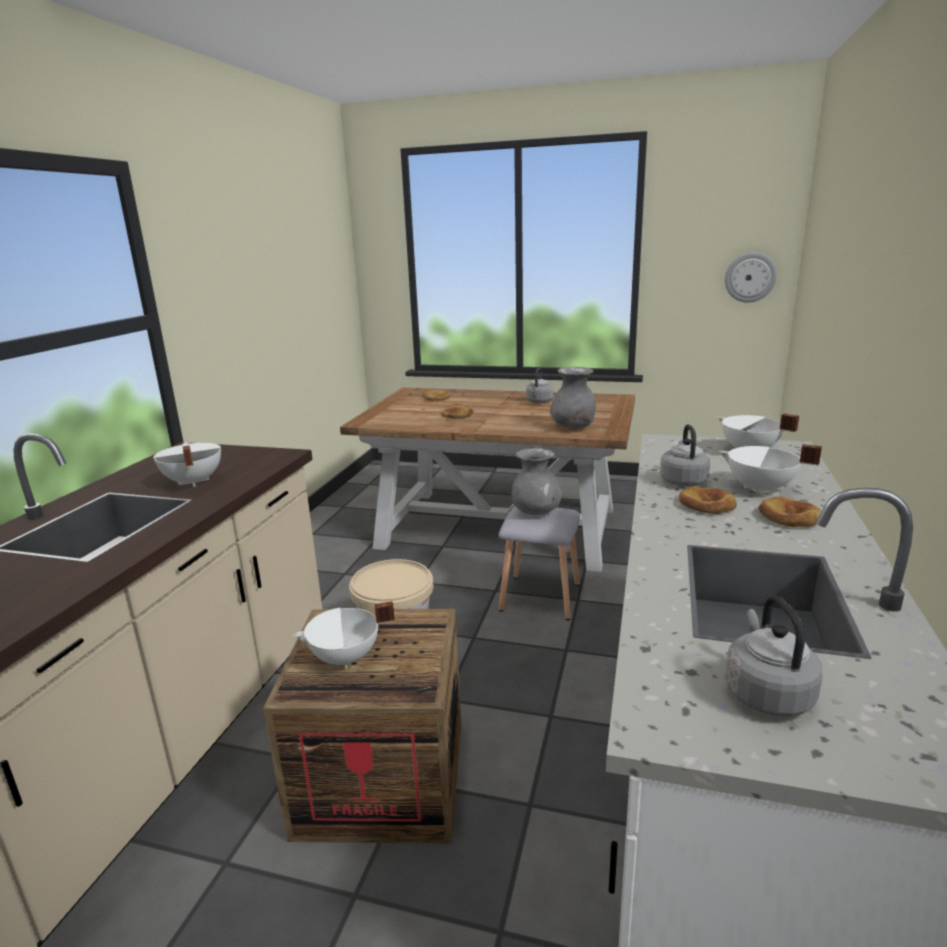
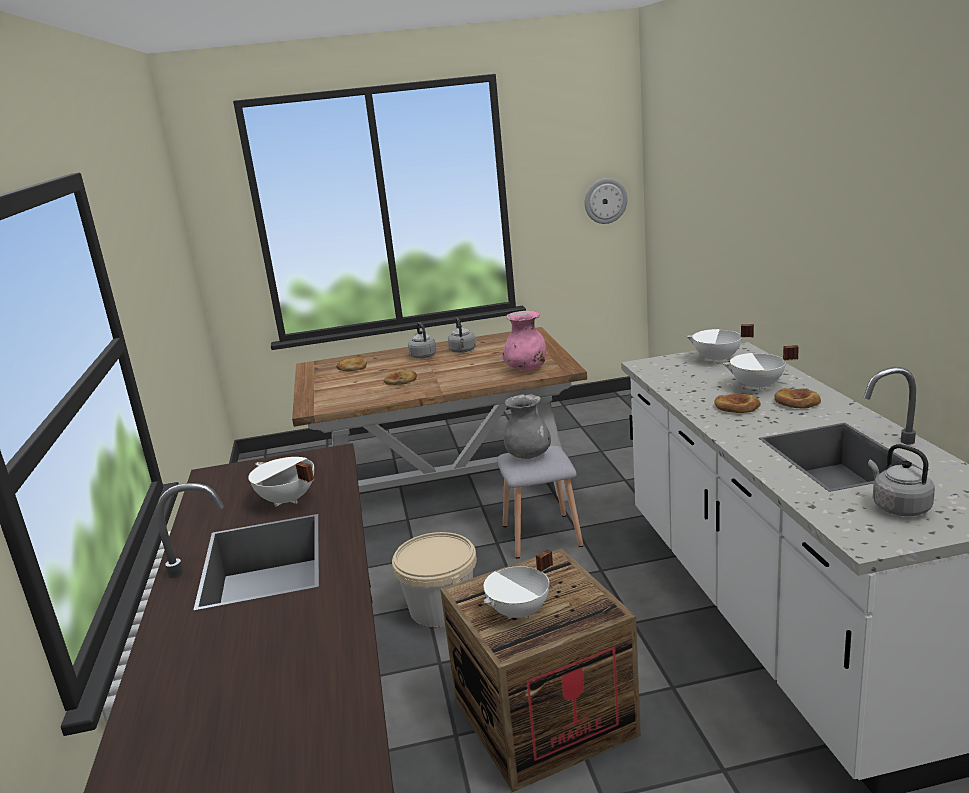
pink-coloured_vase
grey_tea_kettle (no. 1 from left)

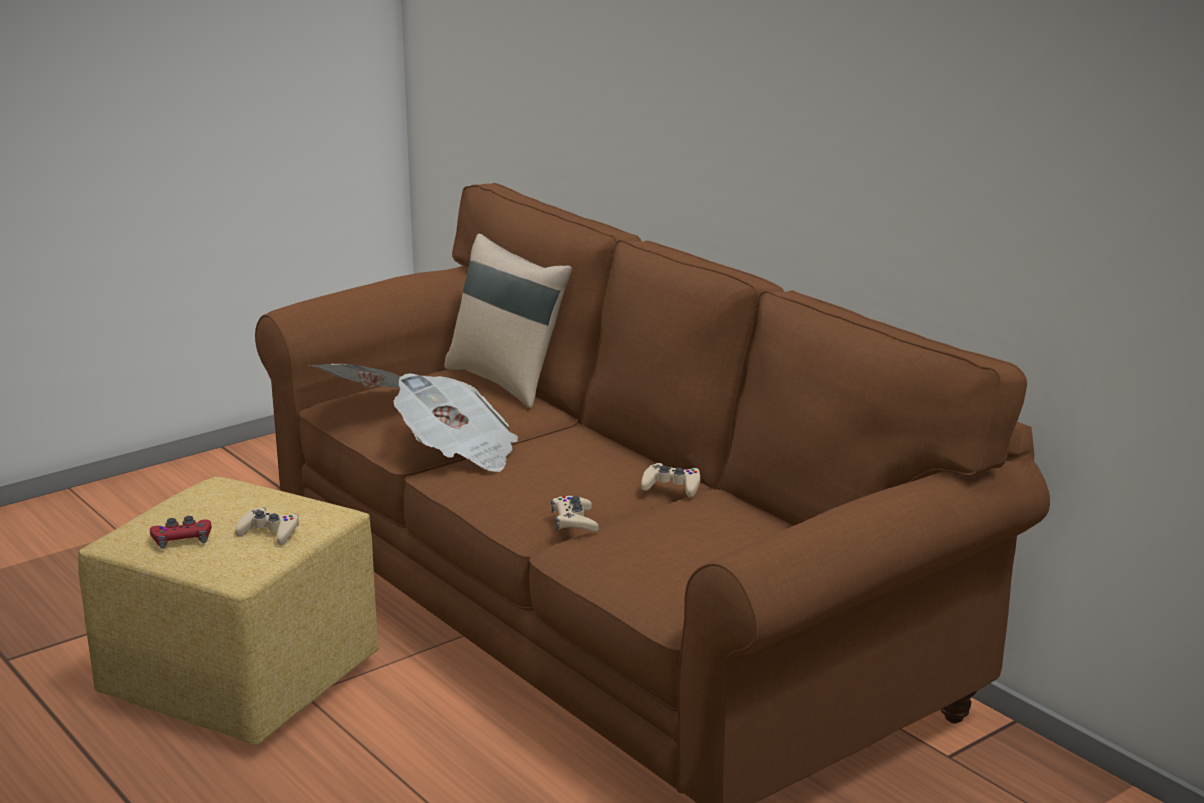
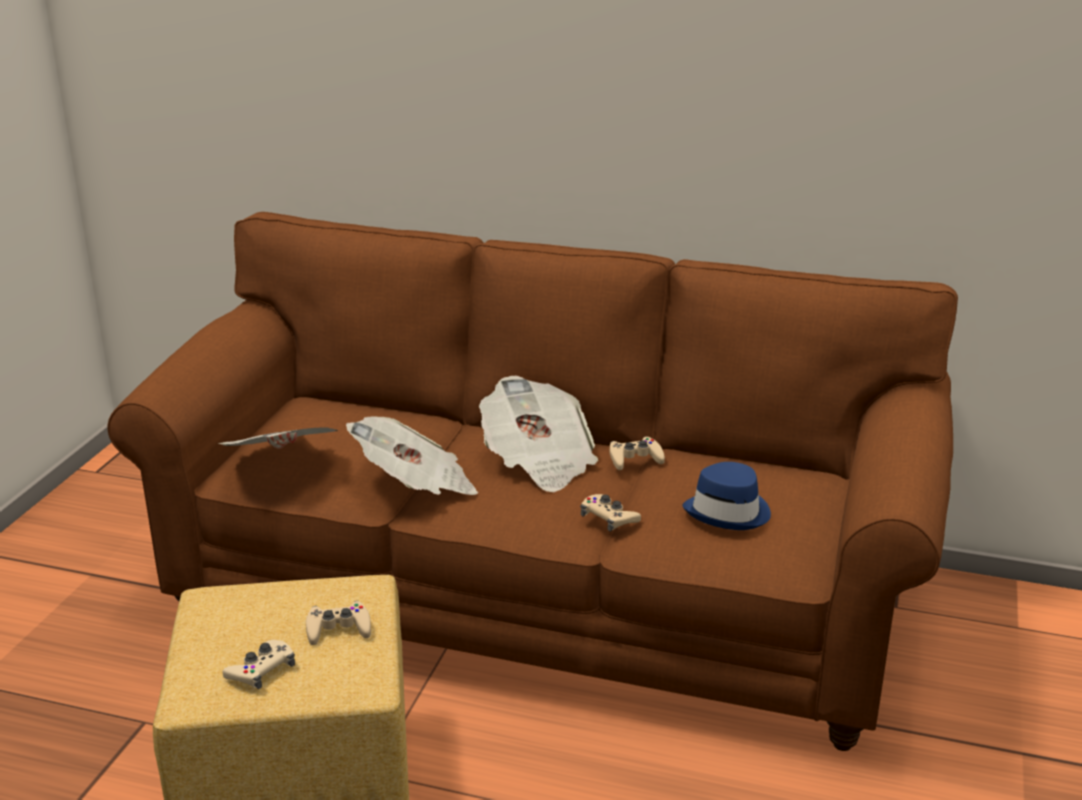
beige-coloured_pillow
beige-coloured_gamepad (no. 1 from left)
daily_paper (no. 3 from left)
blue_wearable_hat

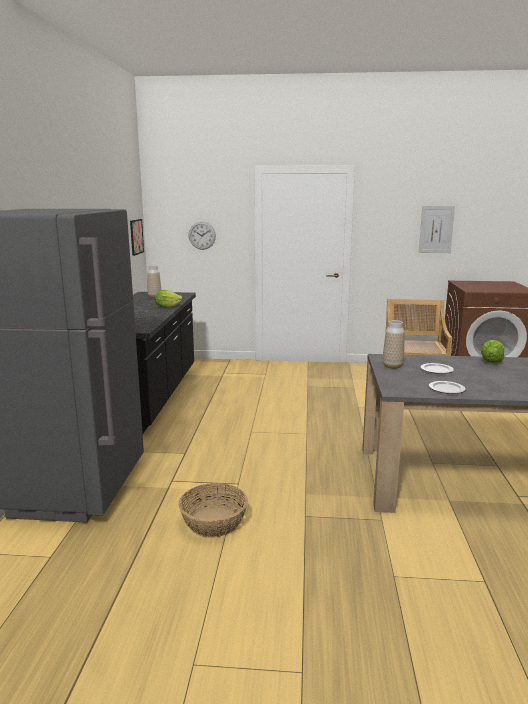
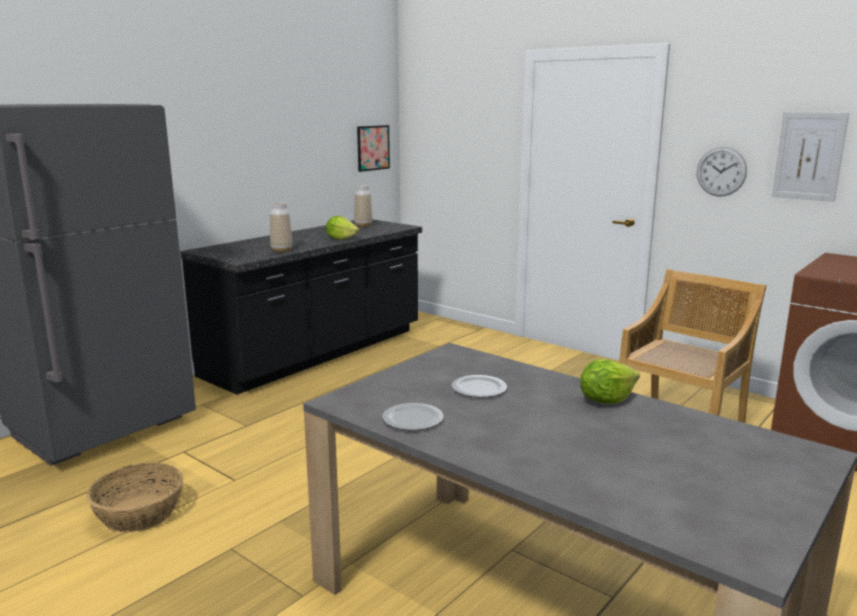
hanging_clock
vase (no. 1 from left)

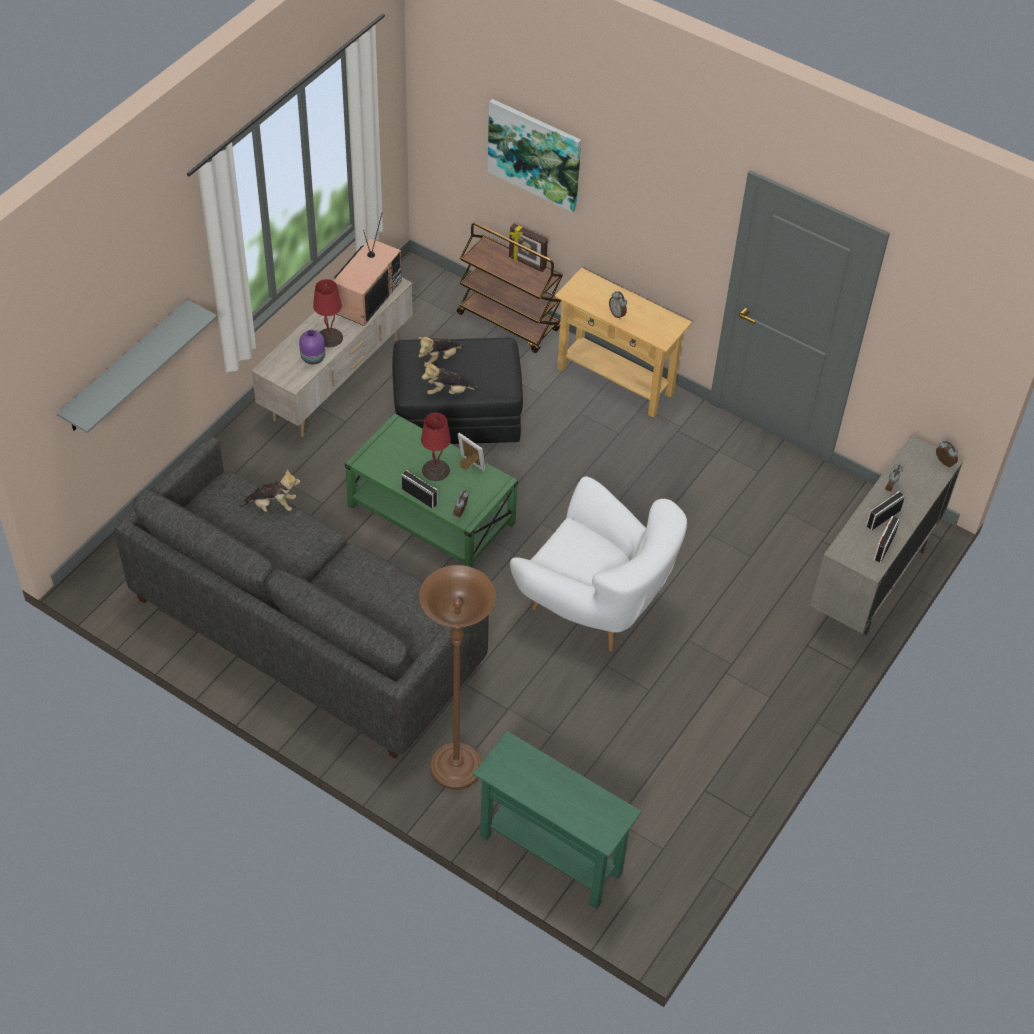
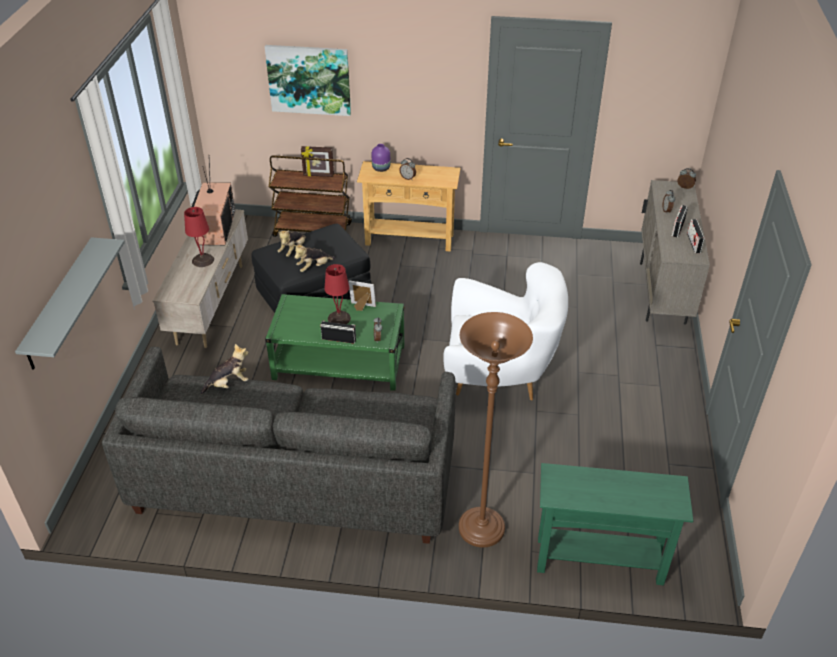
purple_vase

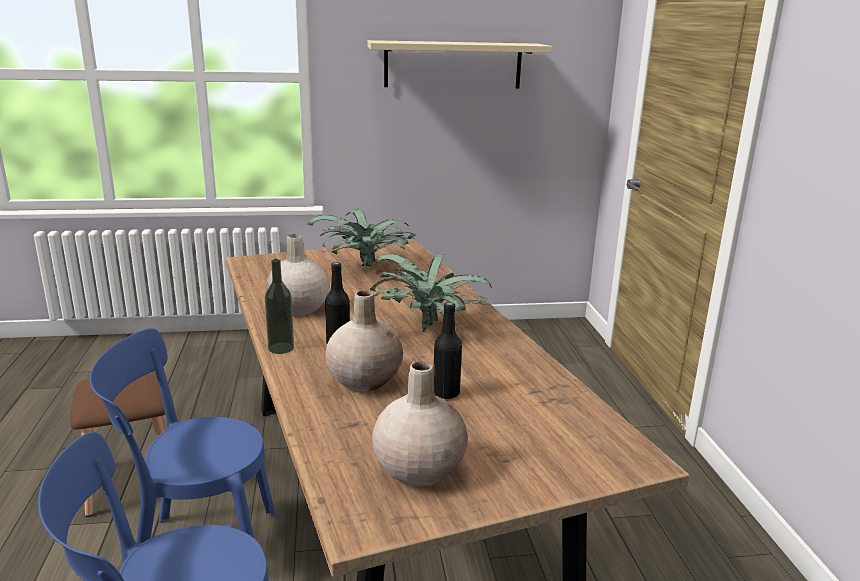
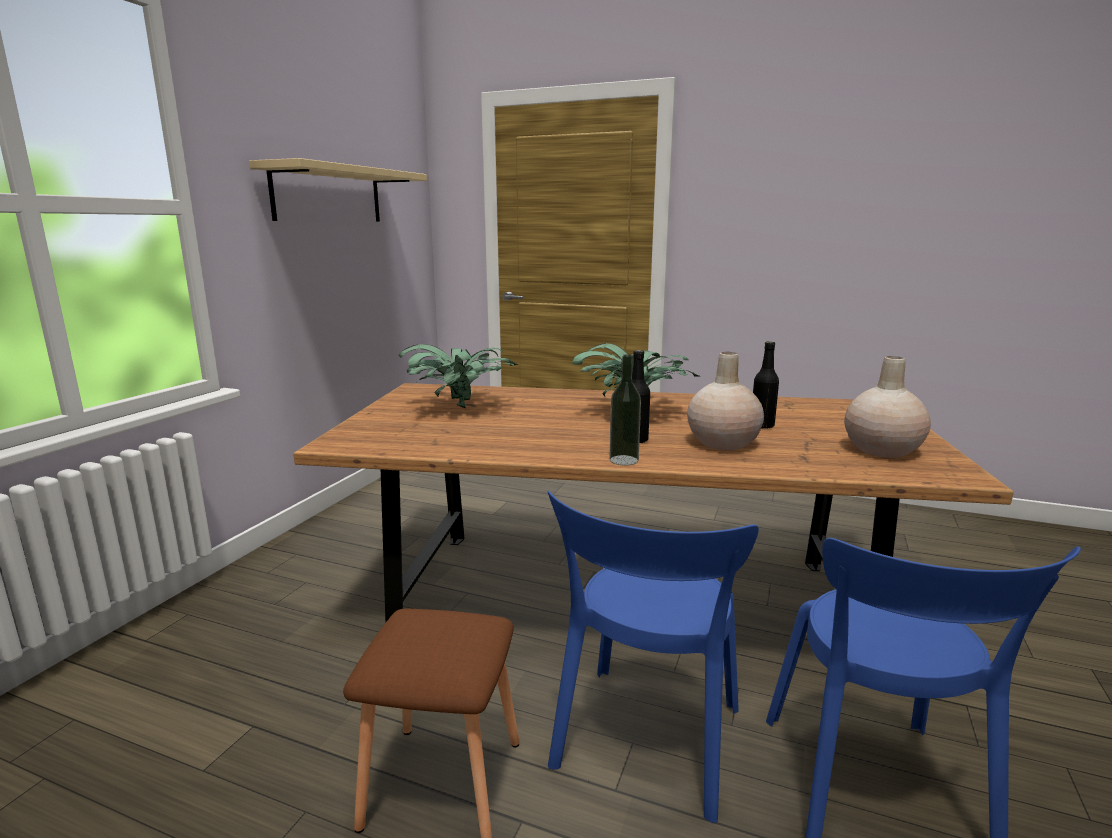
beige-coloured_vase (no. 1 from left in the first image)

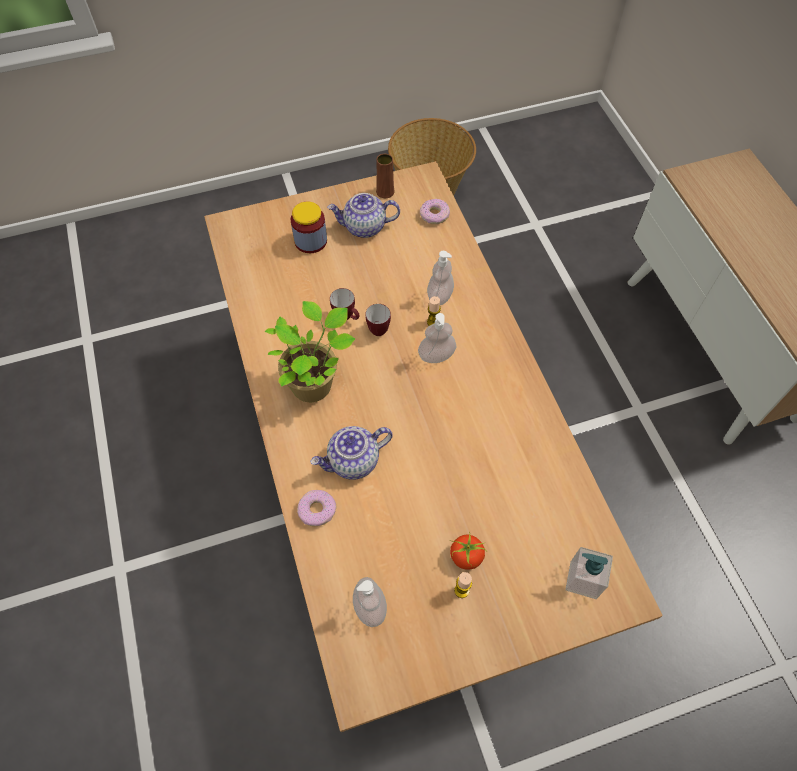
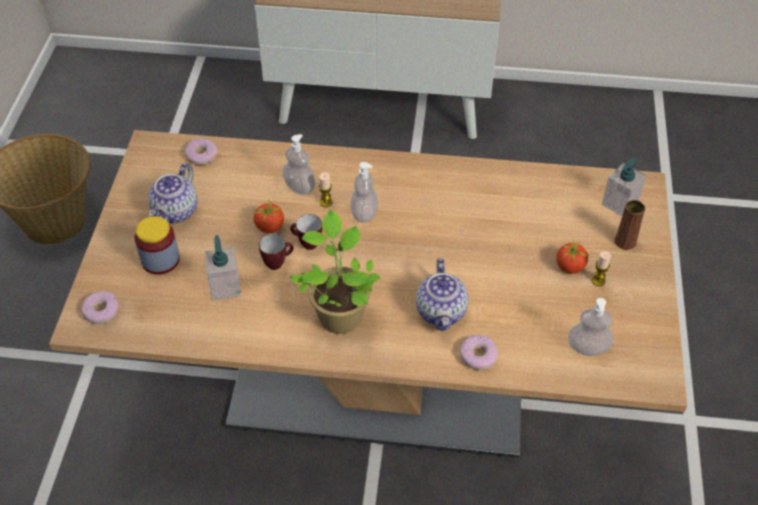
brown_vase
whole_tomato (no. 1 from left)
liquid_soap_bottle (no. 1 from left)
ring_doughnut (no. 1 from left)

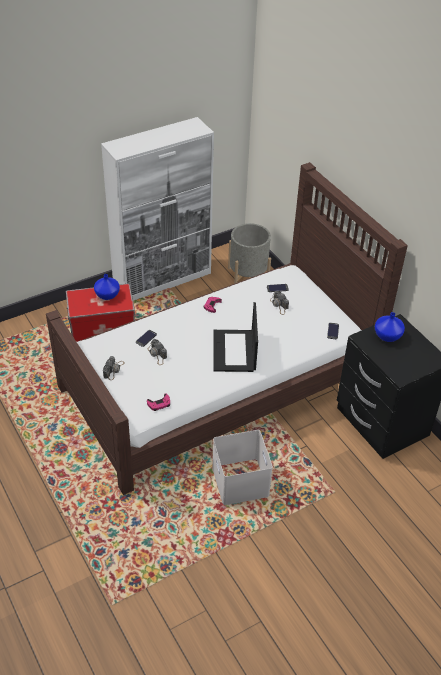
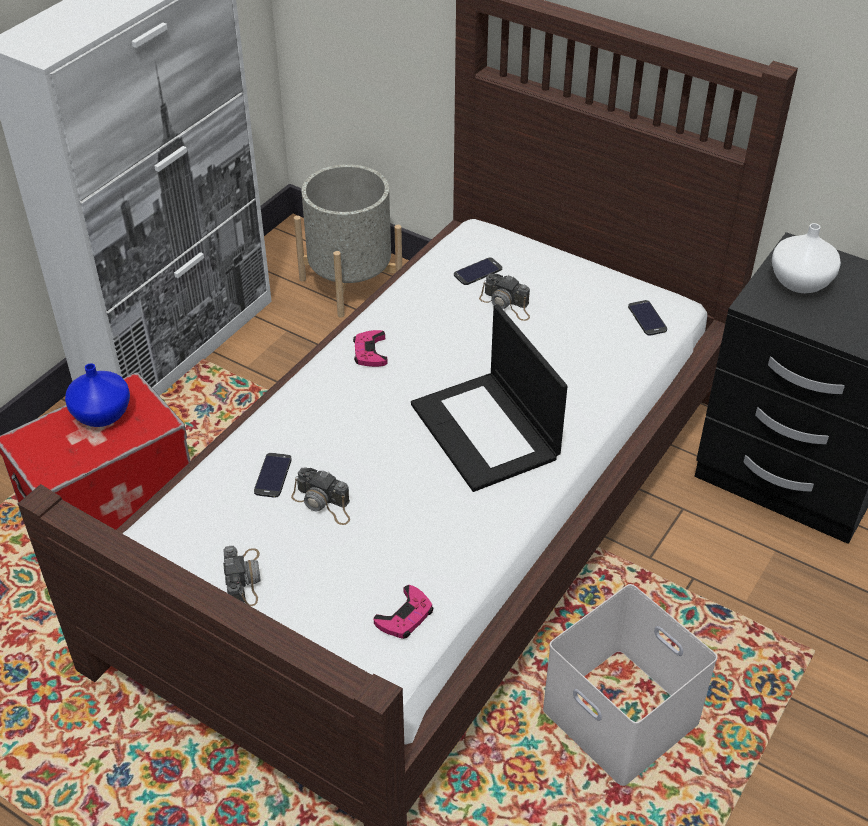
whitish_vase

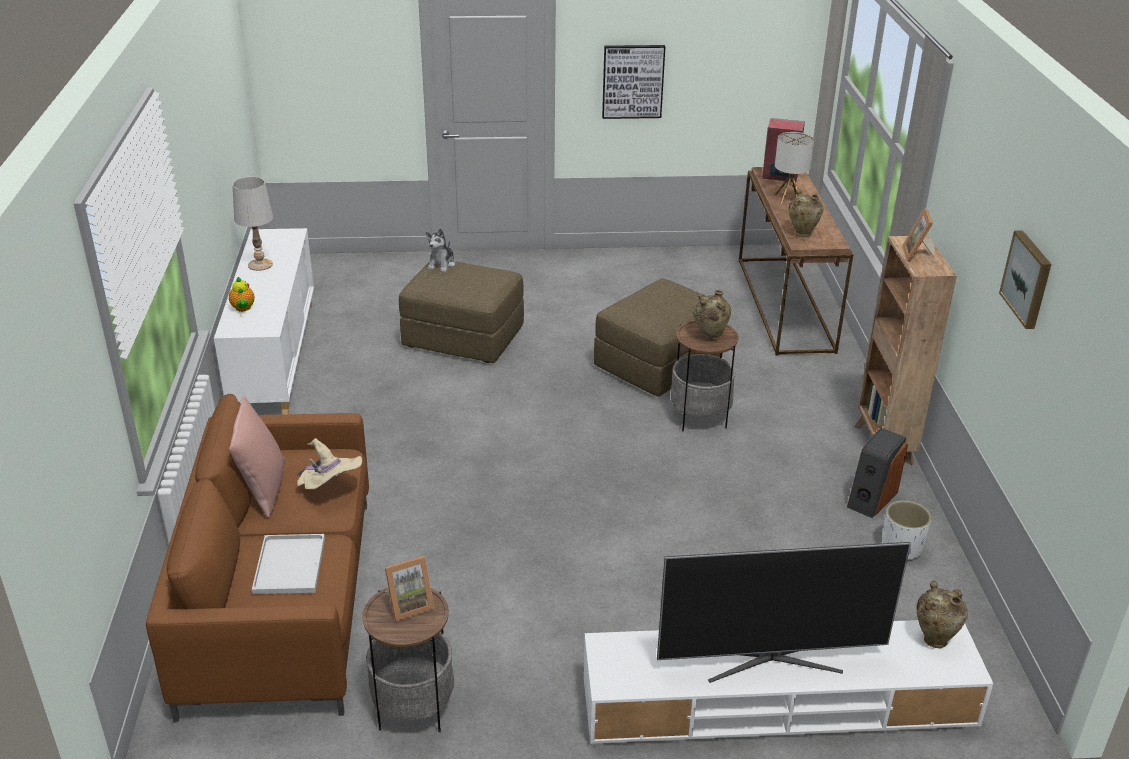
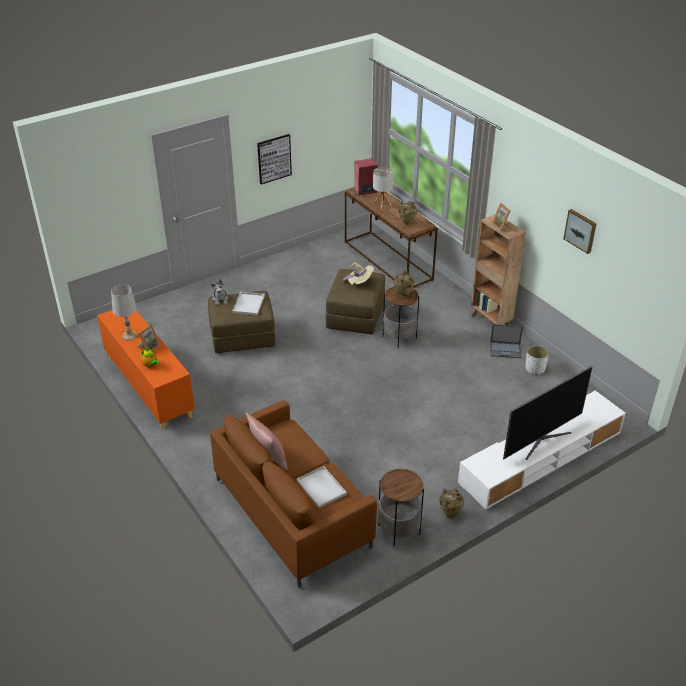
orange_cabinet
notebook_computer
beige-coloured_wearable_hat
standing_frame (no. 1 from left)
beige-coloured_vase (no. 3 from left)
whitish_tray (no. 1 from left)

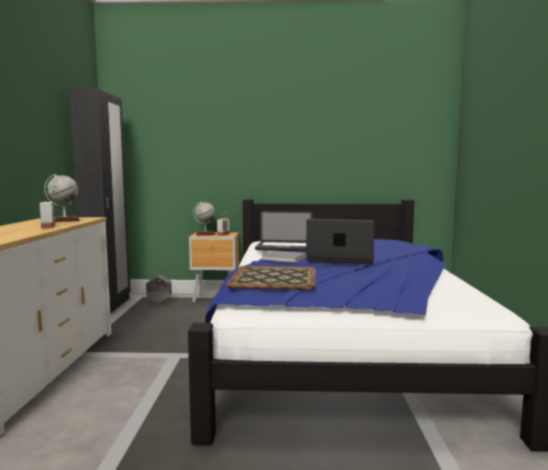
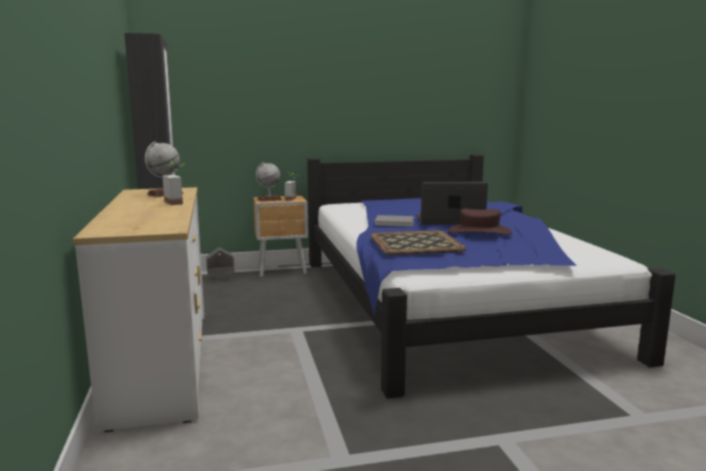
notebook_computer (no. 1 from left in the first image)
brown_wearable_hat

